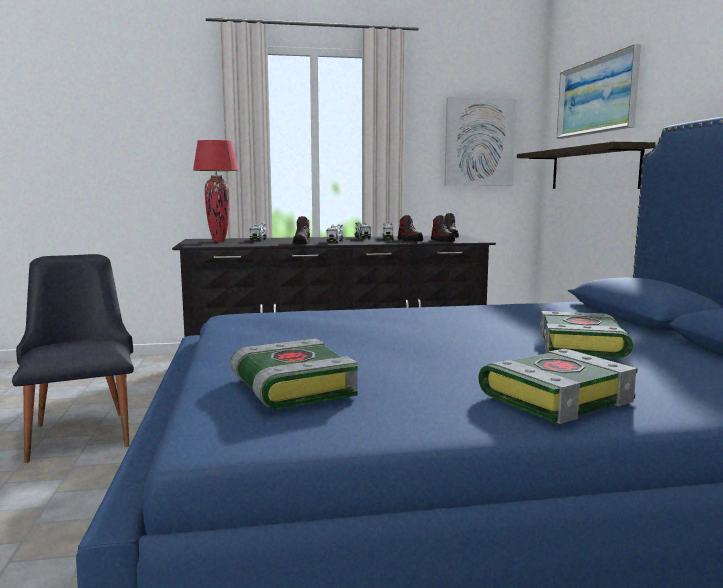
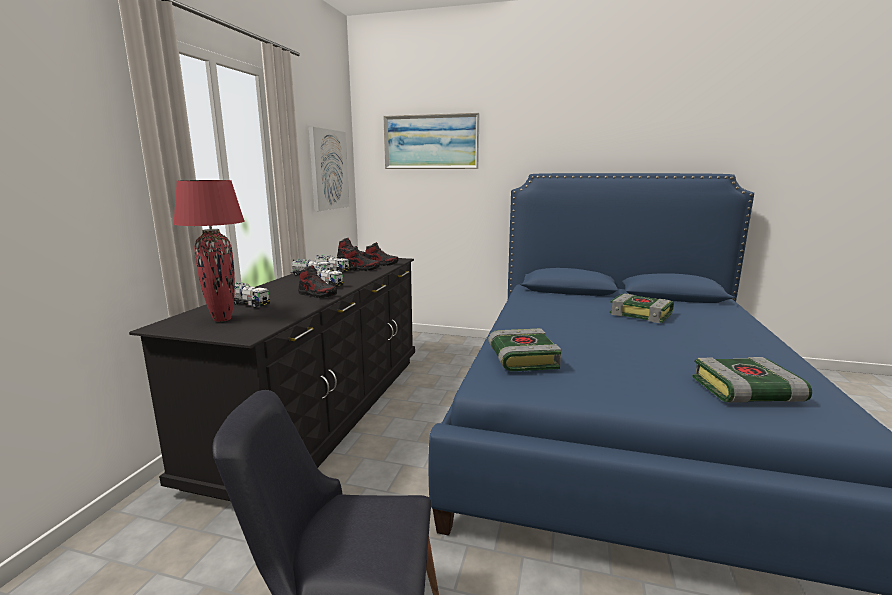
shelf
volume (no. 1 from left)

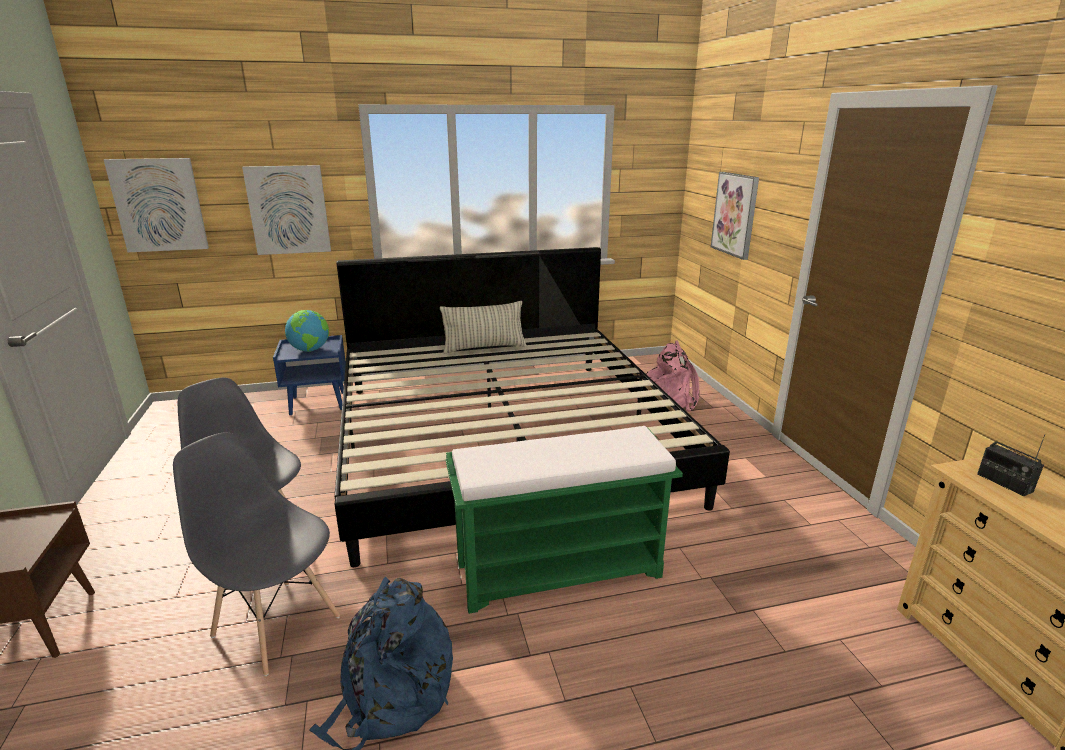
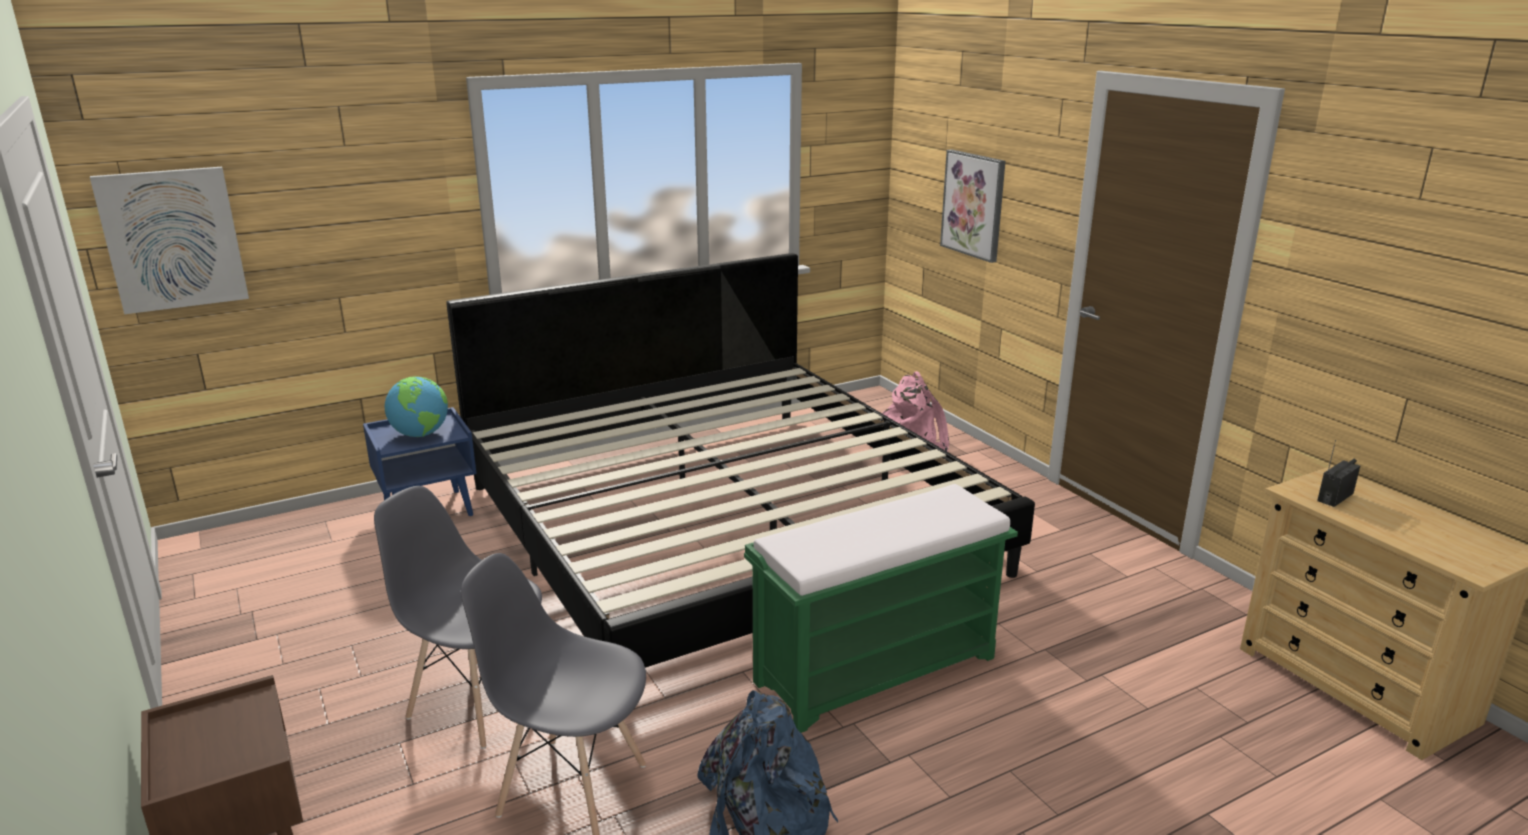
wall_picture (no. 2 from left in the first image)
pillow
radio_set

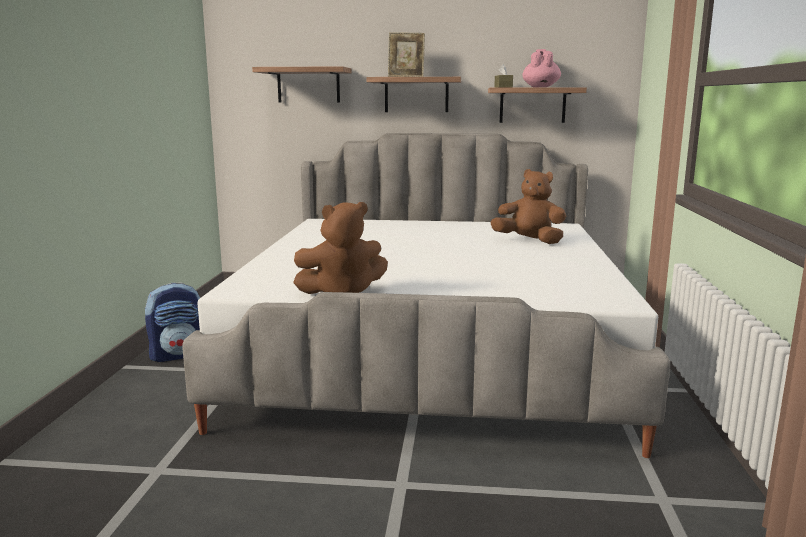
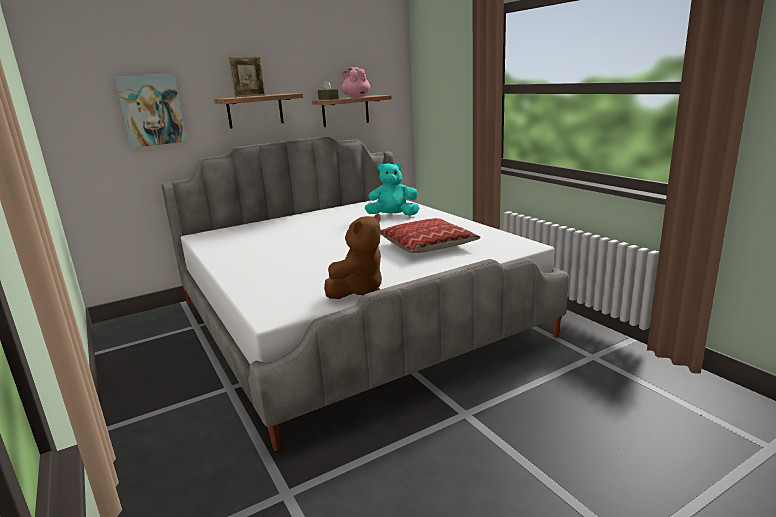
wall_picture
turquoise_soft_toy
rucksack
pillow

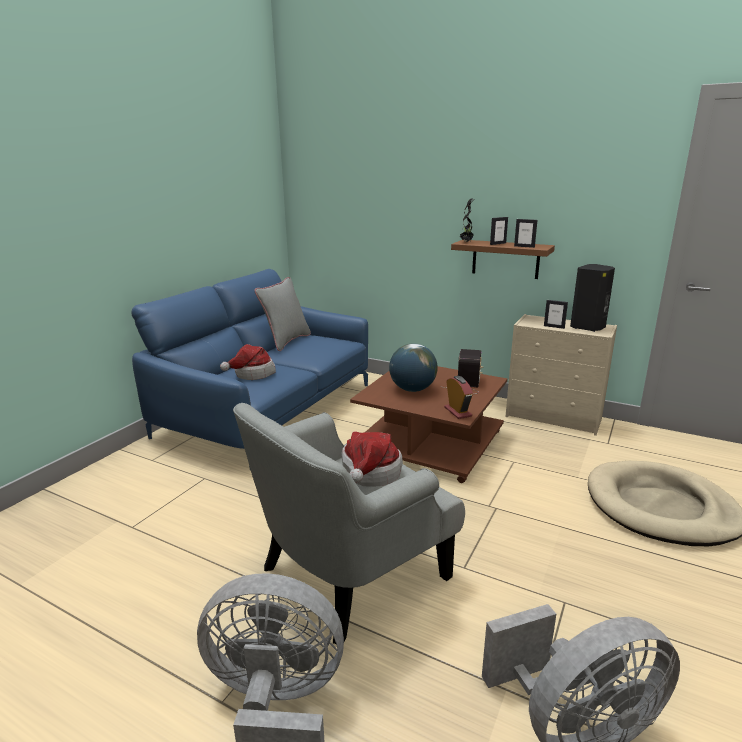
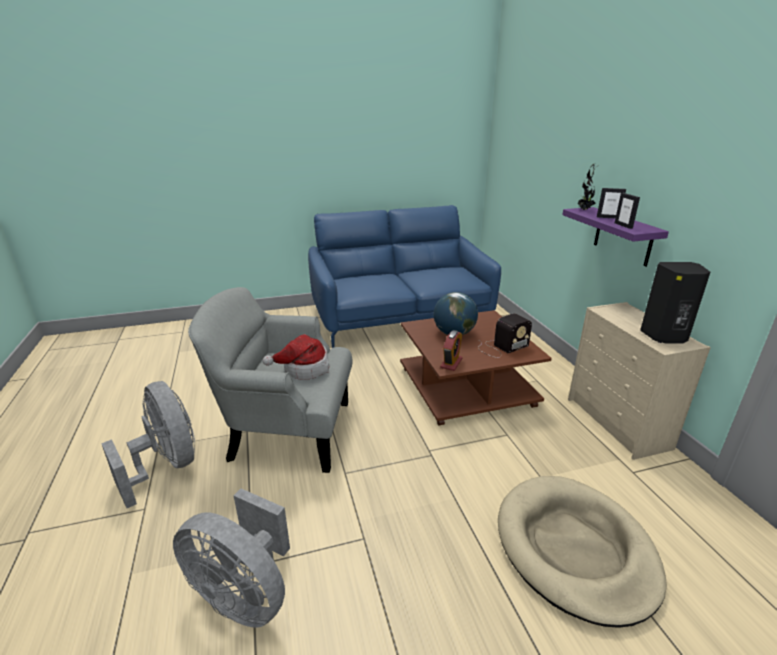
purple_shelf
grey_pillow
standing_frame (no. 3 from left in the first image)
wearable_hat (no. 1 from left in the first image)

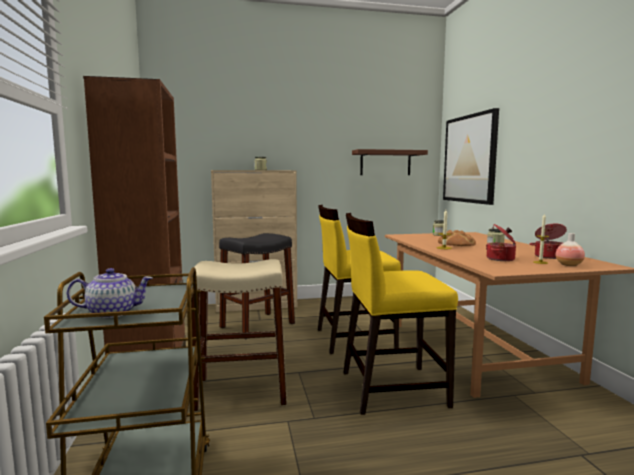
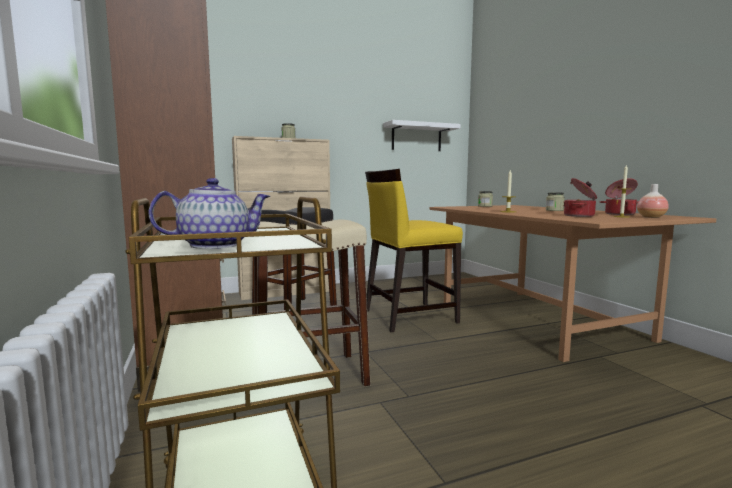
wall_picture
whitish_shelf
yellow-coloured_chair (no. 2 from left in the first image)
baked_bread

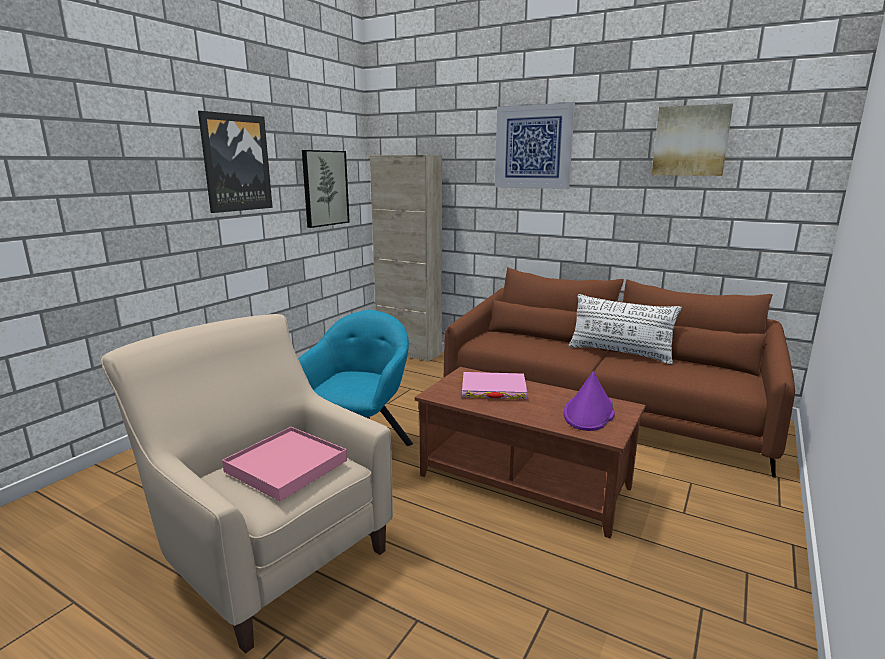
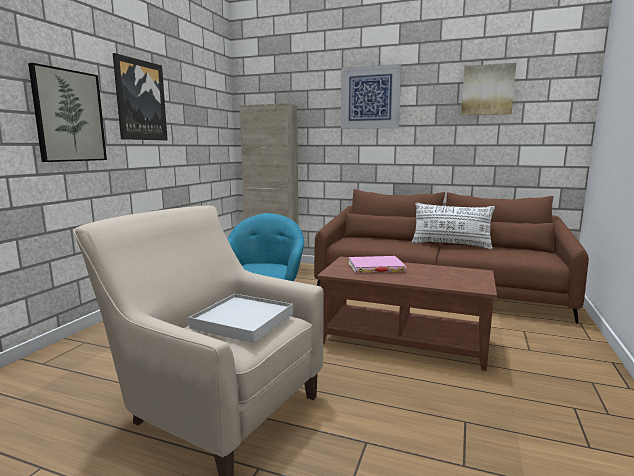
wall_picture (no. 1 from left)
purple_wearable_hat
whitish_tray

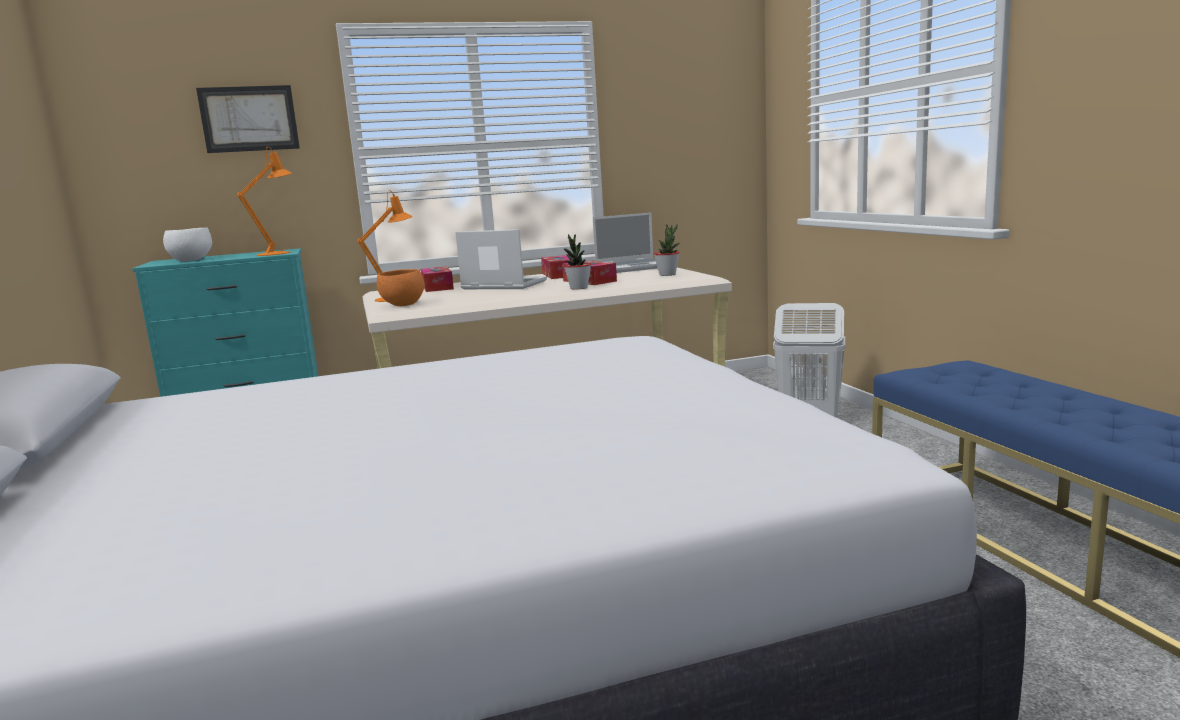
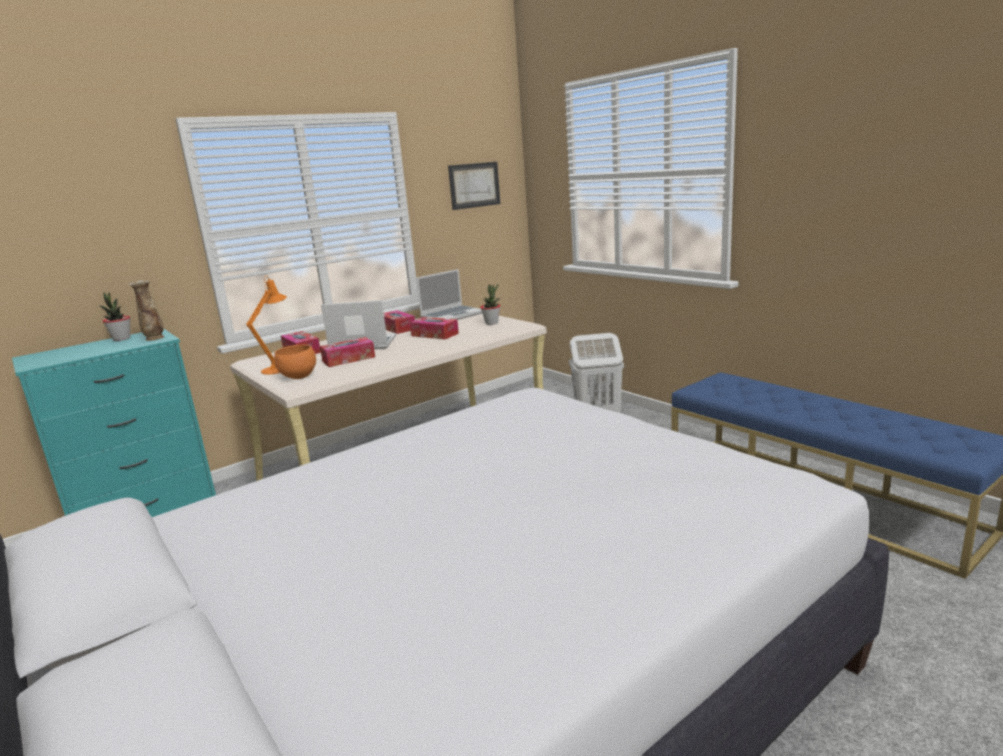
wall_picture
vase
whitish_deep_dish
houseplant (no. 1 from left)
box_of_tissues (no. 2 from left)

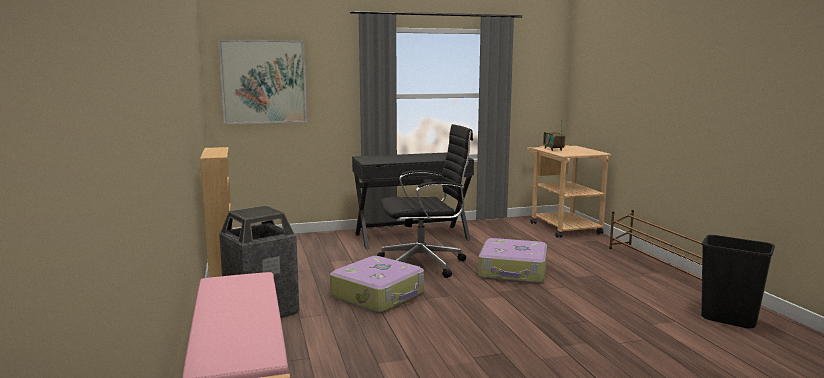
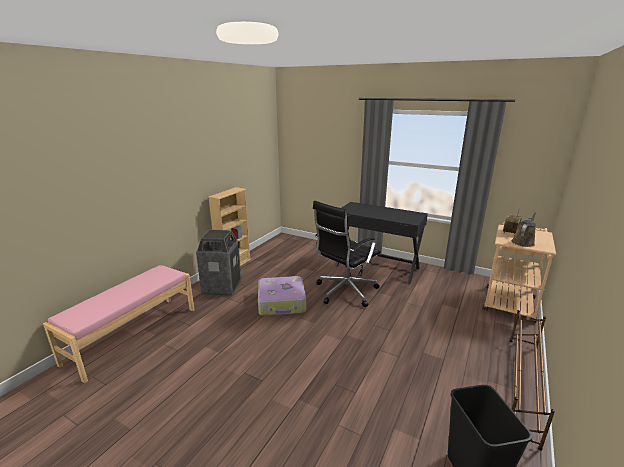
wall_picture
black_desk_chair
suitcase (no. 2 from left in the first image)
brown_sprinkling_can

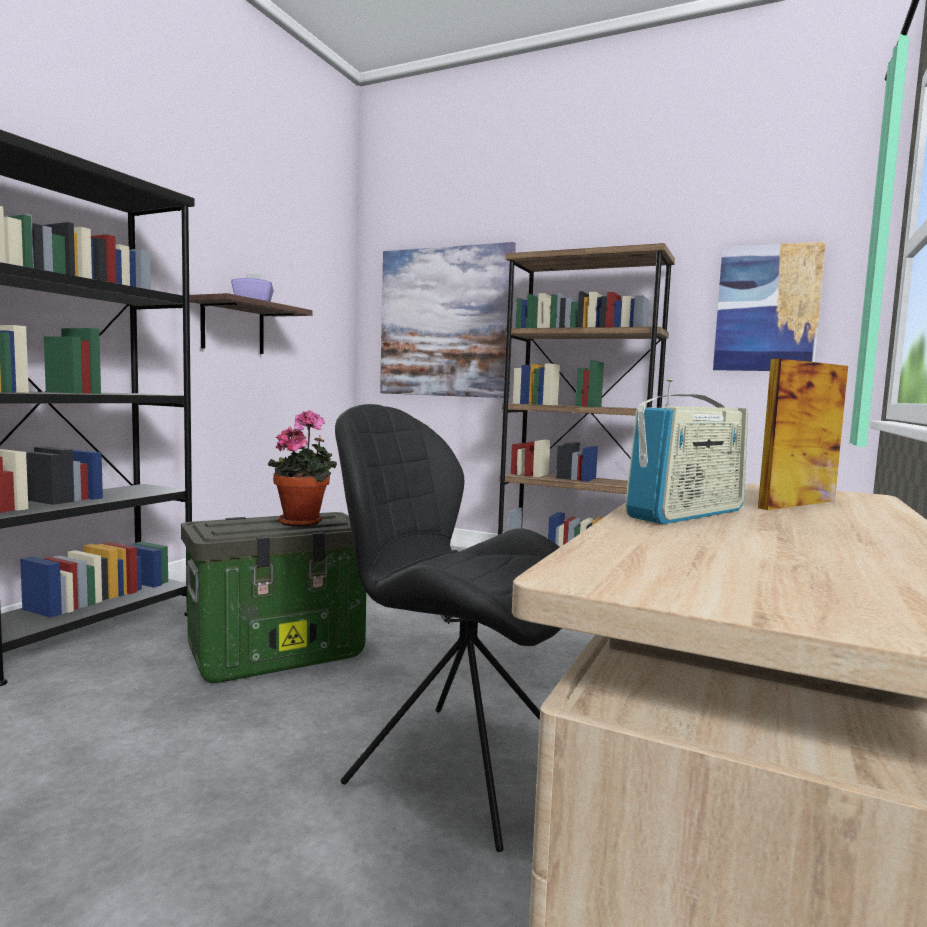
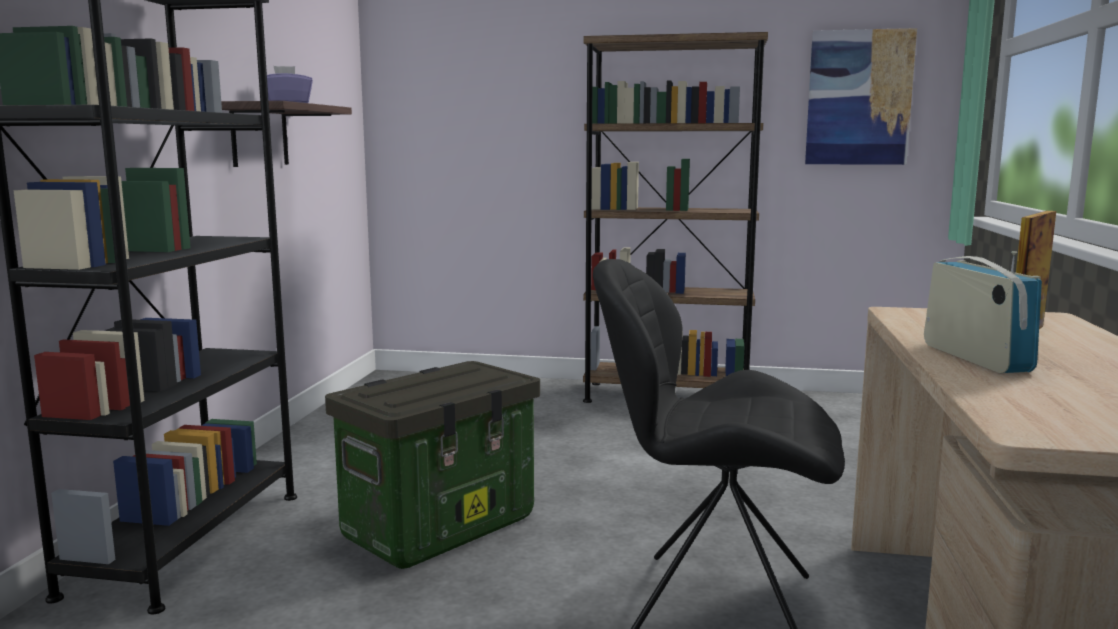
wall_picture (no. 1 from left in the first image)
radio_set
houseplant

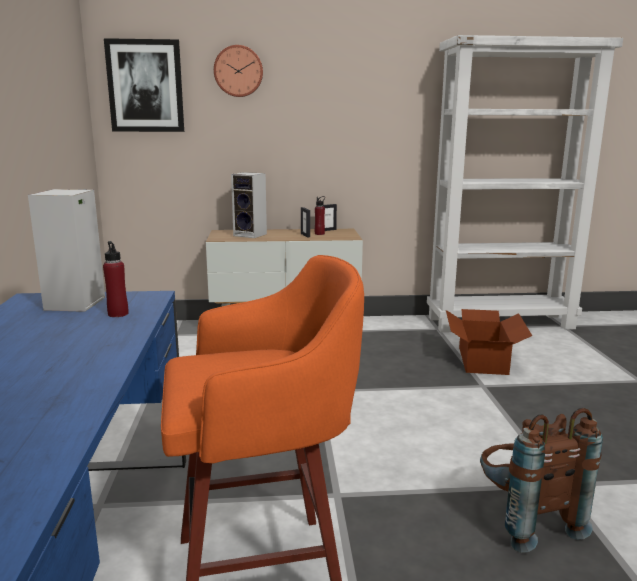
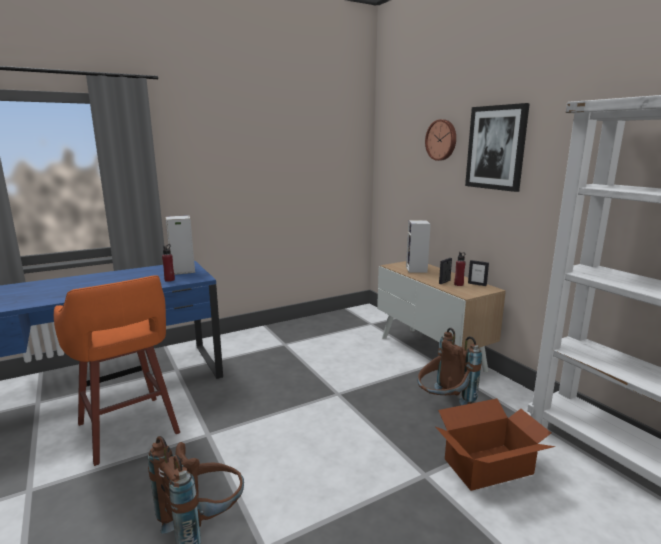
wall_picture
brown_rucksack (no. 2 from left)

